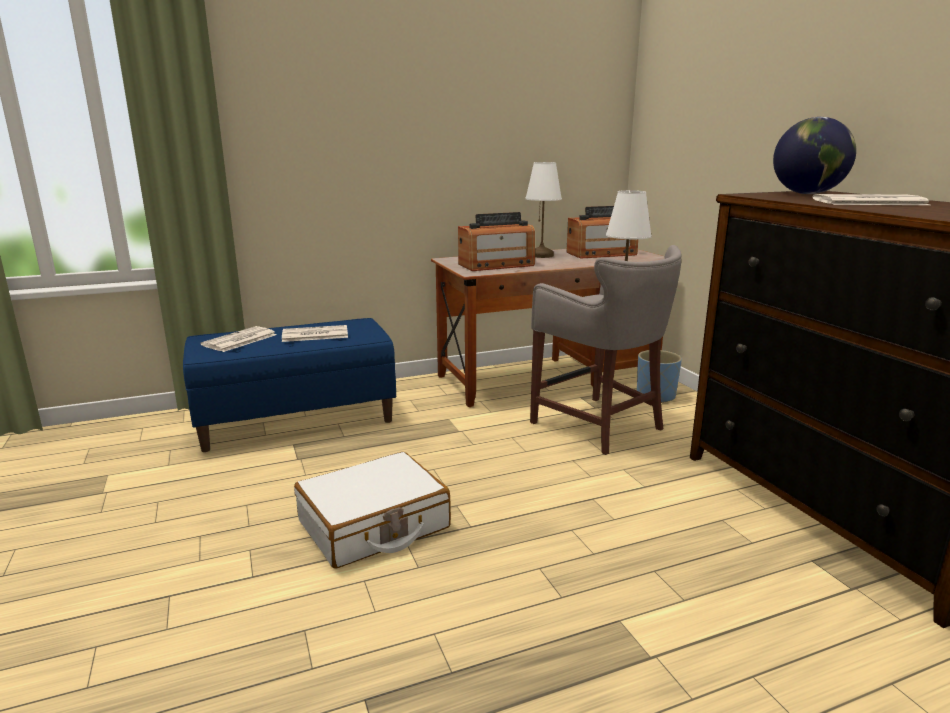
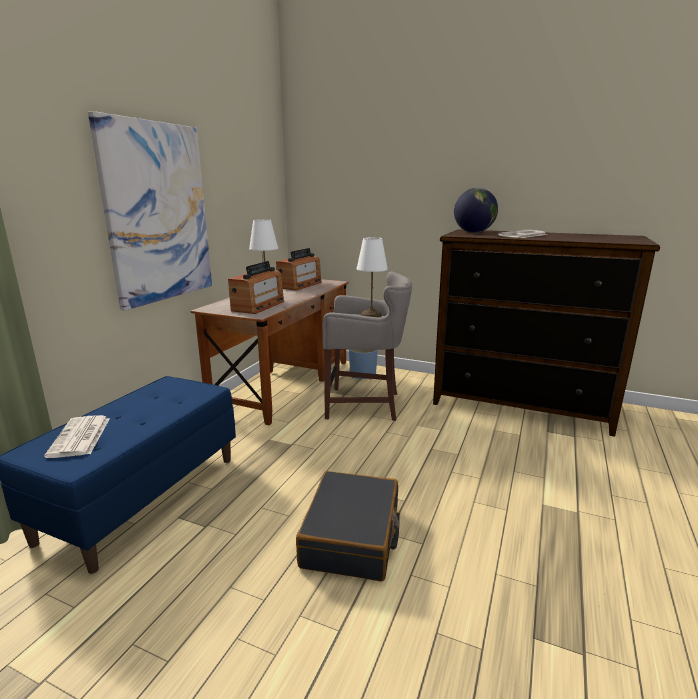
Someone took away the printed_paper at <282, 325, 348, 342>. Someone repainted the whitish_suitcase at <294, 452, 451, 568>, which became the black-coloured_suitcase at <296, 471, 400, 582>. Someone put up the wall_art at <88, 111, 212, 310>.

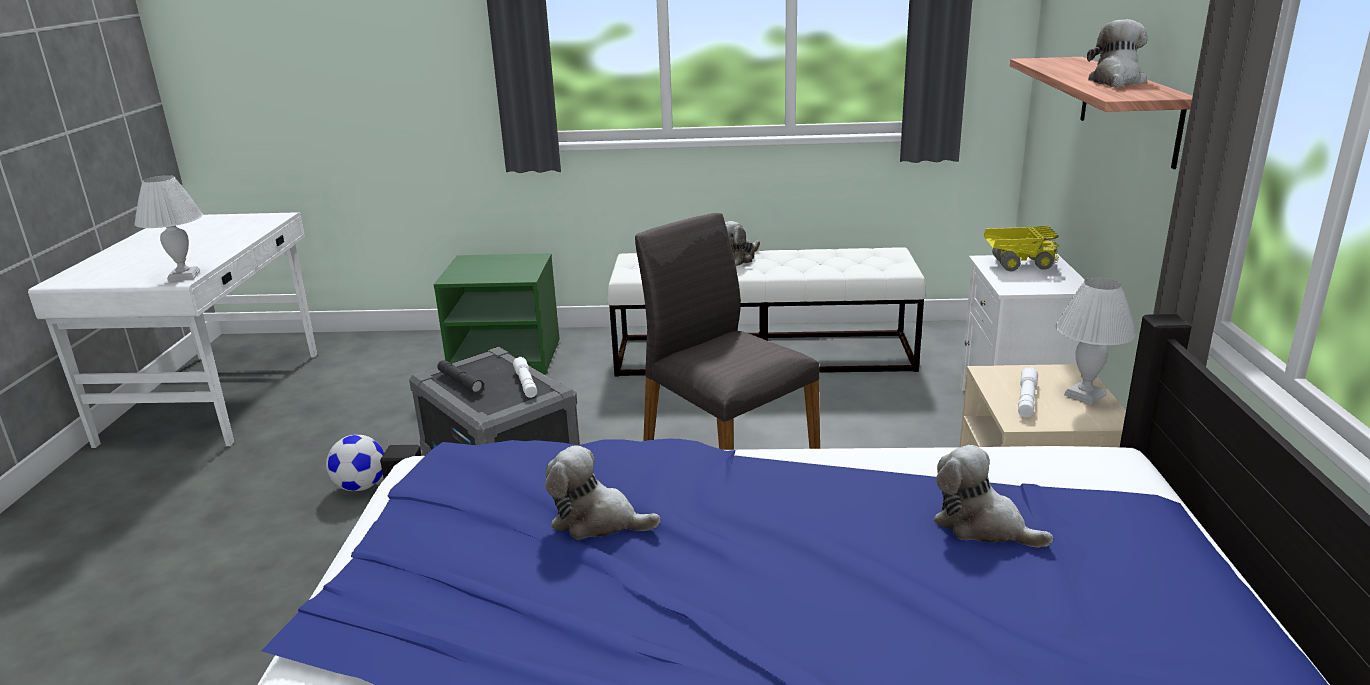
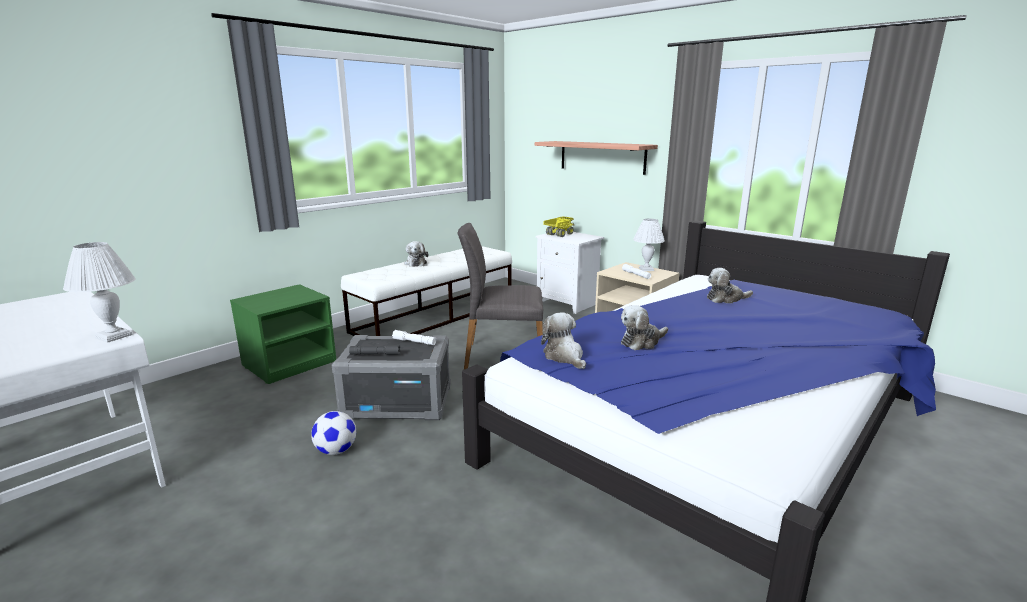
Someone carried the plush_toy from <1087, 19, 1148, 88> to <541, 312, 586, 369>.

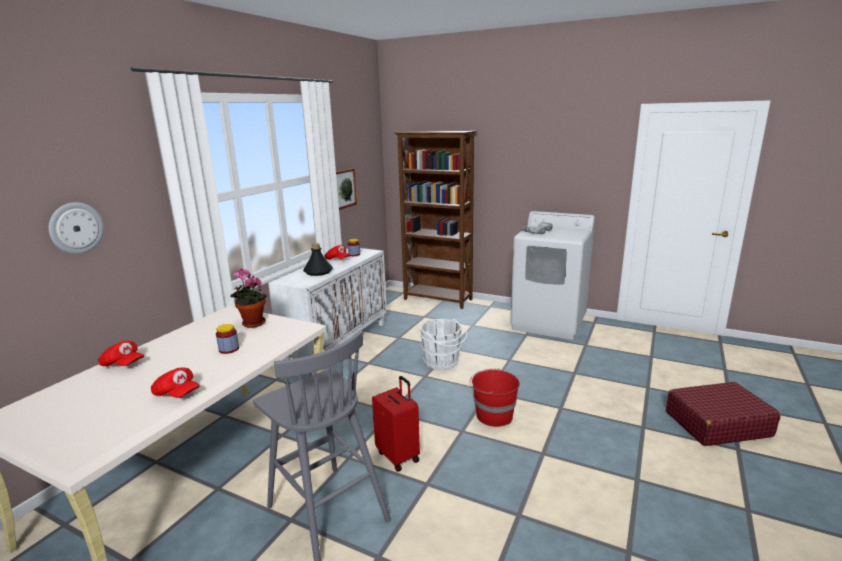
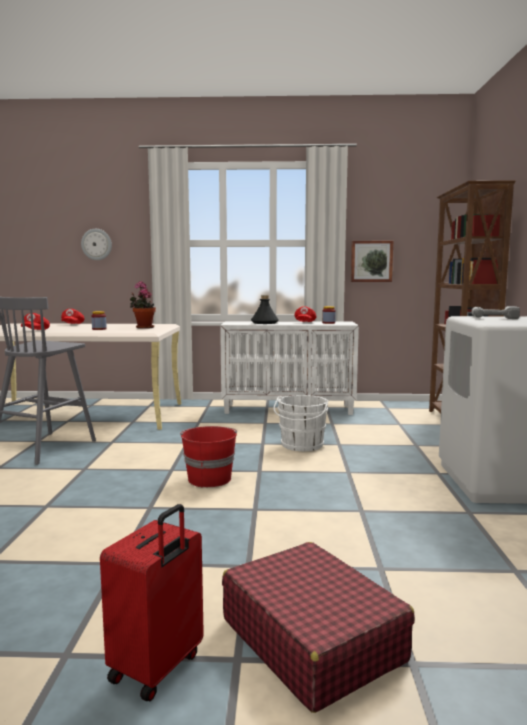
Someone carried the red_suitcase from <372, 376, 420, 472> to <100, 504, 204, 702>.

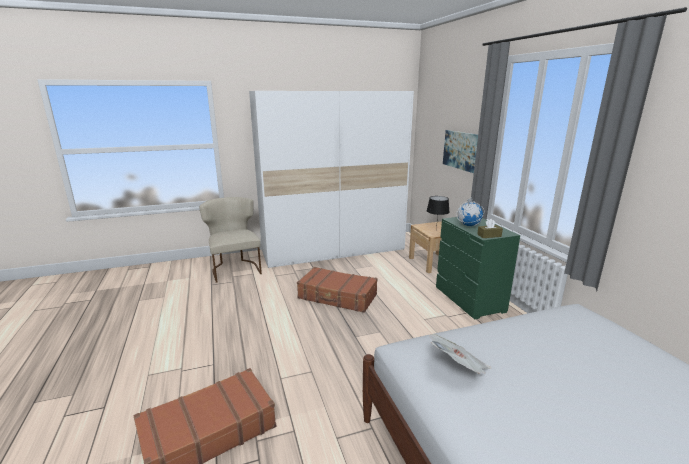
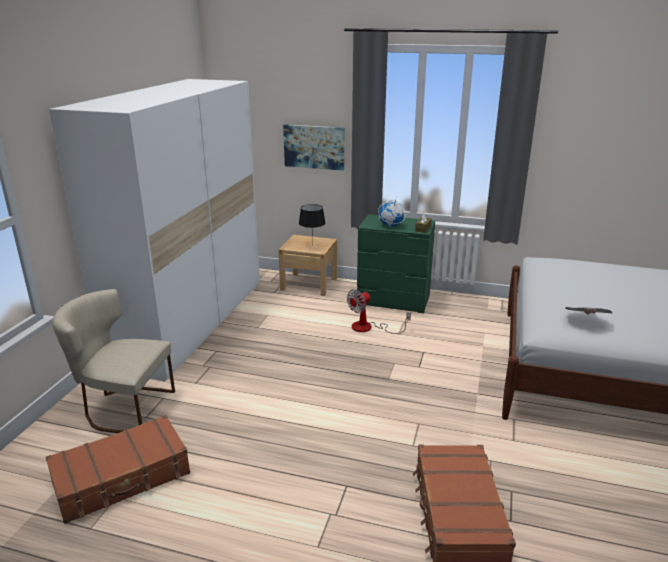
Someone carried the brown_suitcase from <297, 267, 378, 313> to <46, 415, 190, 524>. Someone put down the cooling_fan at <347, 289, 411, 334>.

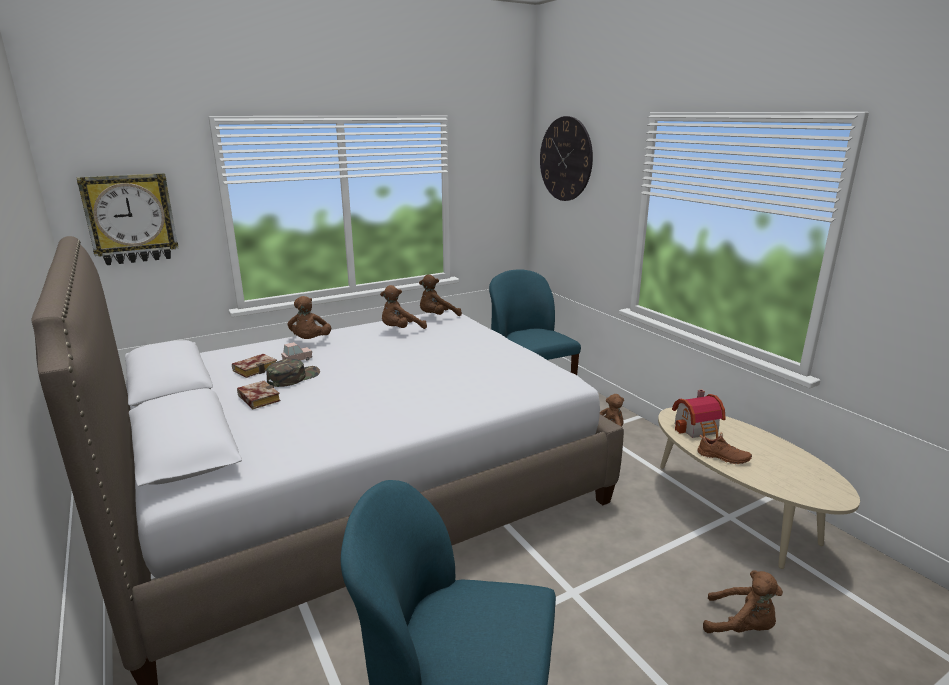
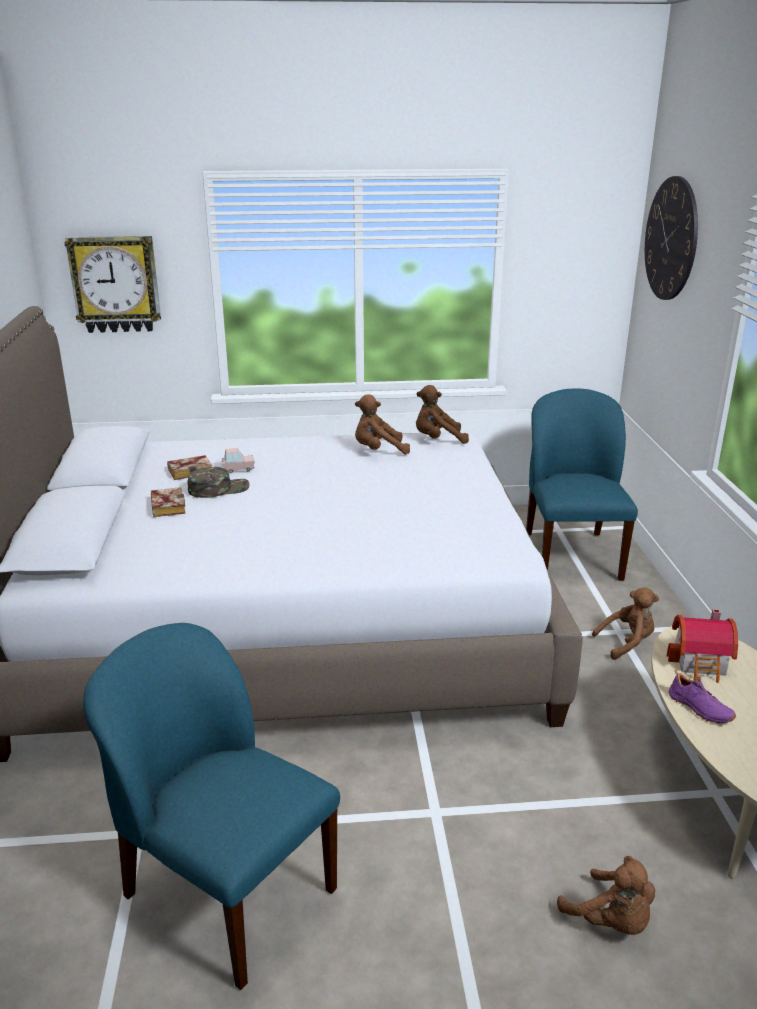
Someone took away the brown_plush_toy at <287, 296, 331, 339>. Someone repainted the brown_shoe at <697, 433, 752, 464>, which became the purplish_shoe at <668, 670, 736, 724>.

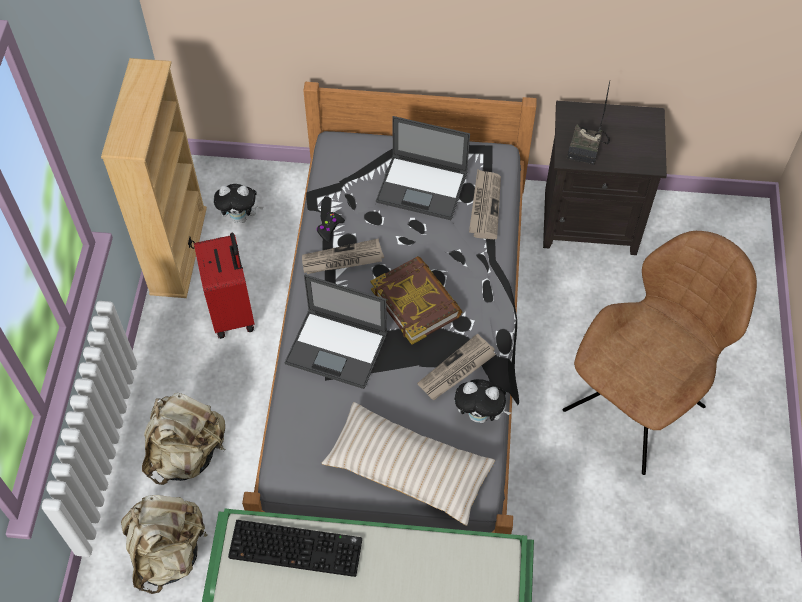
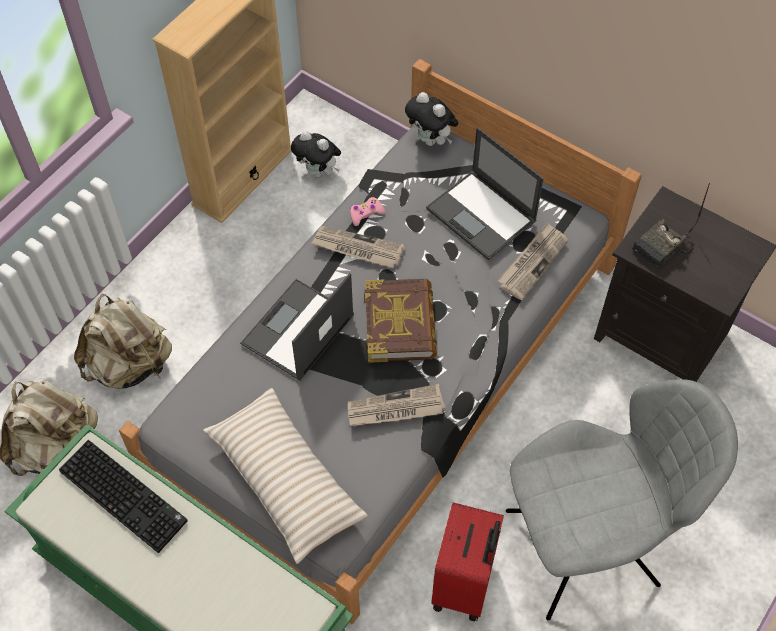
Someone carried the red_suitcase from <194, 233, 255, 339> to <431, 502, 504, 621>. Someone rotated the notebook_computer at <285, 275, 387, 389> by 75 degrees clockwise. Someone repainted the black-coloured_gamepad at <316, 212, 345, 242>, which became the pink-coloured_gamepad at <350, 197, 385, 226>. Someone carried the plush_toy from <455, 379, 511, 423> to <405, 92, 459, 146>. Someone repainted the brown_plain_chair at <562, 231, 757, 475>, which became the gray_plain_chair at <506, 379, 738, 621>.

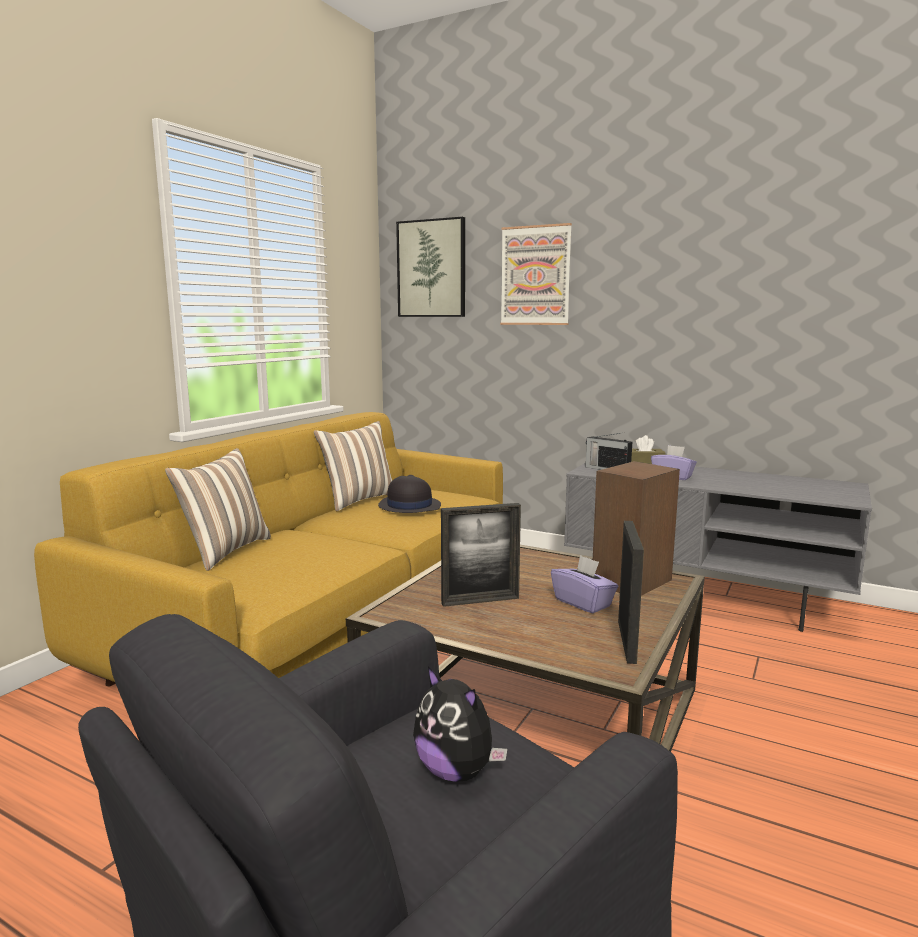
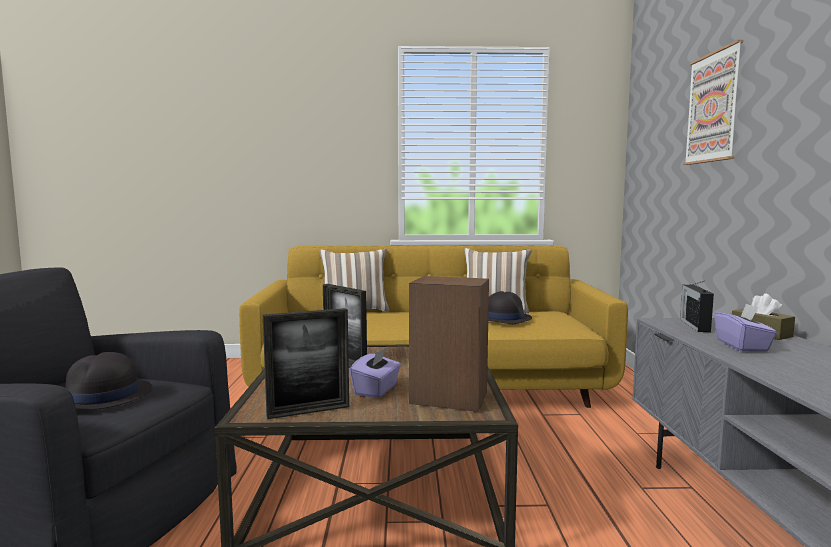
Someone took away the wall_art at <396, 217, 465, 317>. Someone swapped the plush_toy at <413, 666, 507, 782> for the black-coloured_hat at <66, 352, 152, 410>.

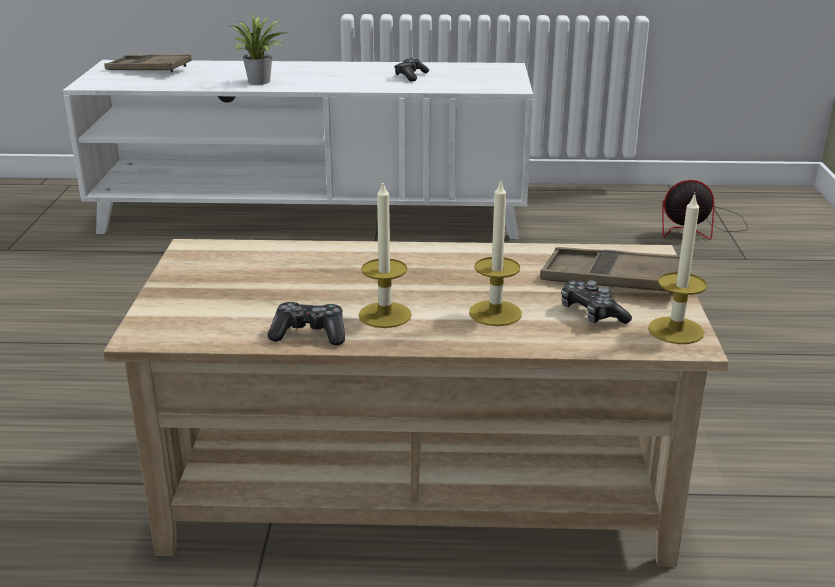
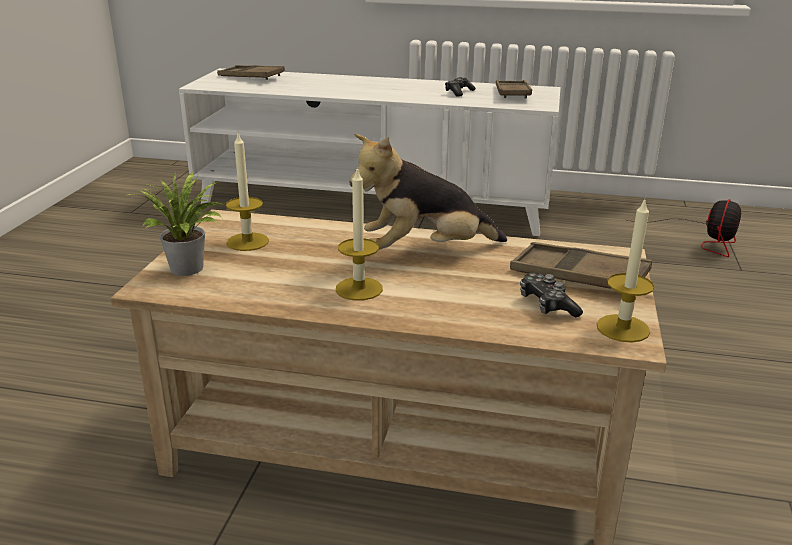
Someone carried the houseplant from <232, 14, 289, 85> to <124, 172, 224, 276>. Someone took away the gamepad at <268, 302, 345, 345>. Someone carried the wax_light from <469, 181, 522, 326> to <226, 134, 269, 251>. Someone rotated the cooling_fan at <662, 180, 748, 240> by 75 degrees counterclockwise. Someone put down the plush_toy at <349, 134, 507, 250>. Someone put down the brown_carrying_tray at <496, 80, 532, 98>.

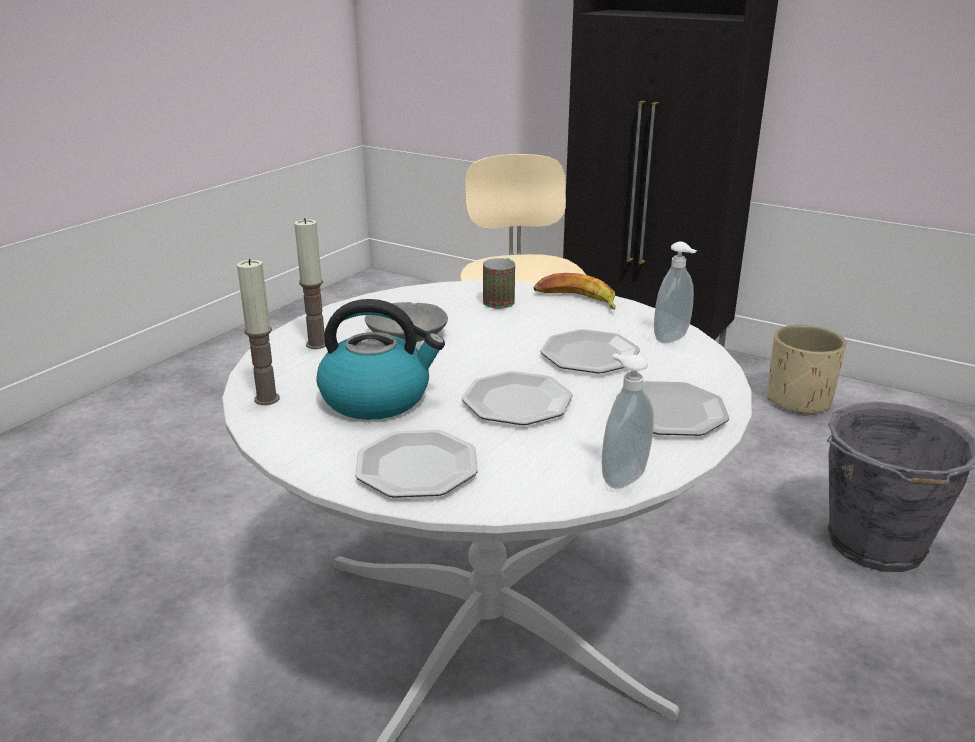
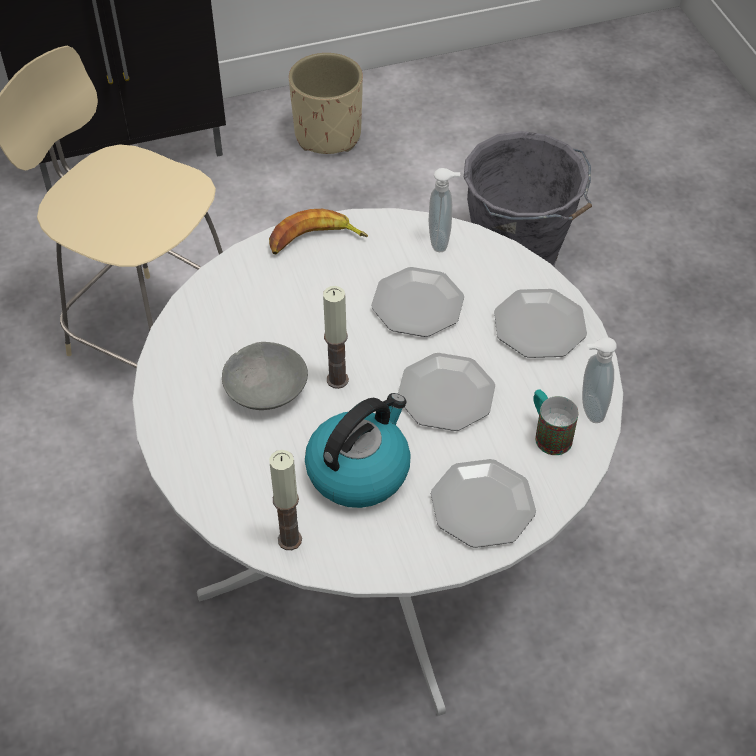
Someone carried the wax_light from <294, 218, 326, 349> to <323, 286, 349, 389>. Someone carried the tea_mug from <483, 258, 515, 309> to <533, 389, 578, 455>.

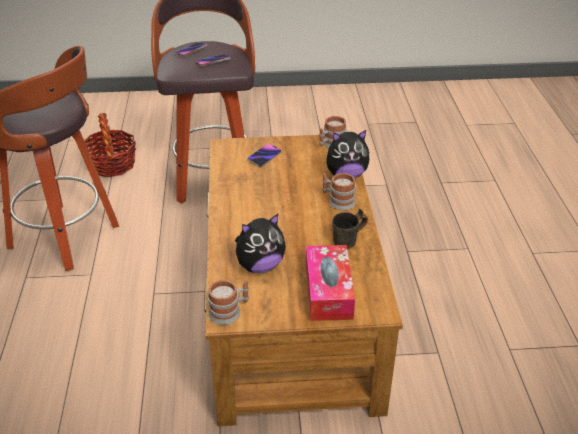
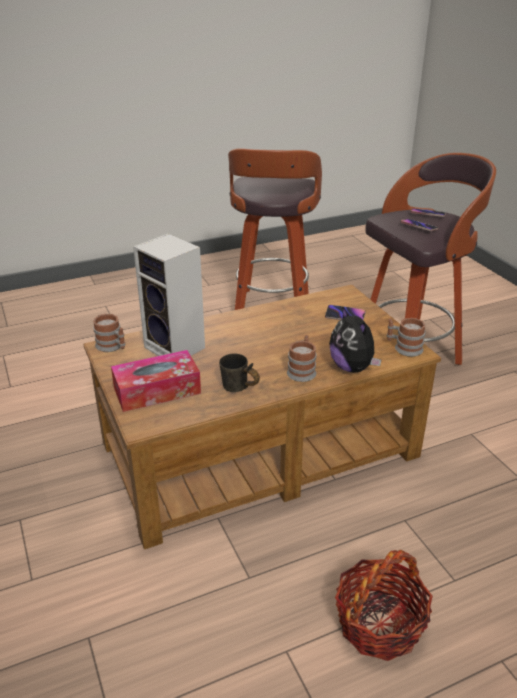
Someone carried the storage_basket from <84, 113, 136, 177> to <335, 550, 433, 661>. Someone swapped the plush_toy at <235, 214, 286, 273> for the speaker at <133, 233, 205, 356>.

